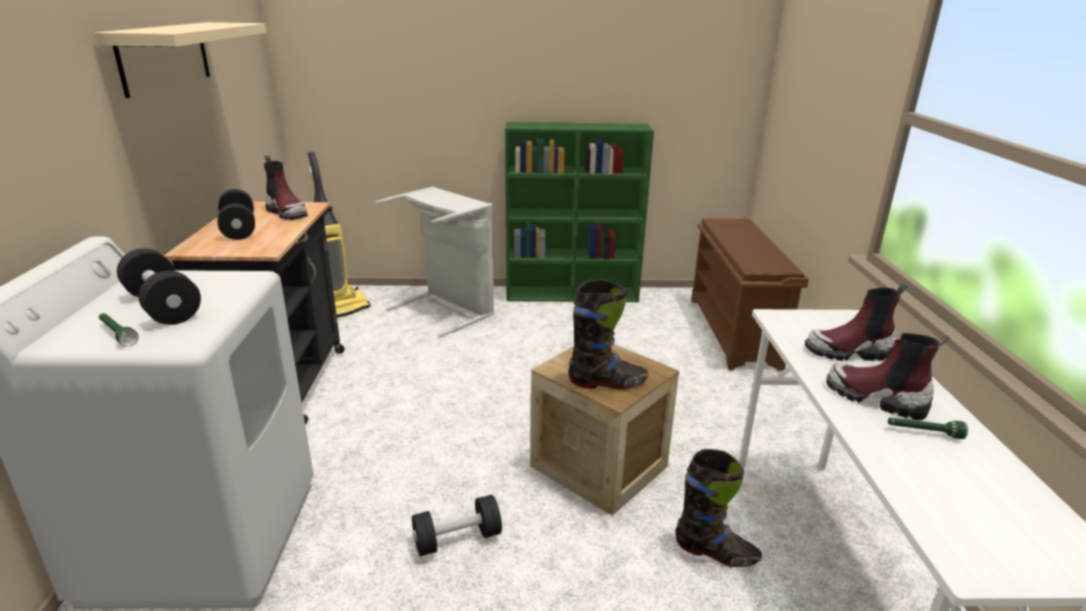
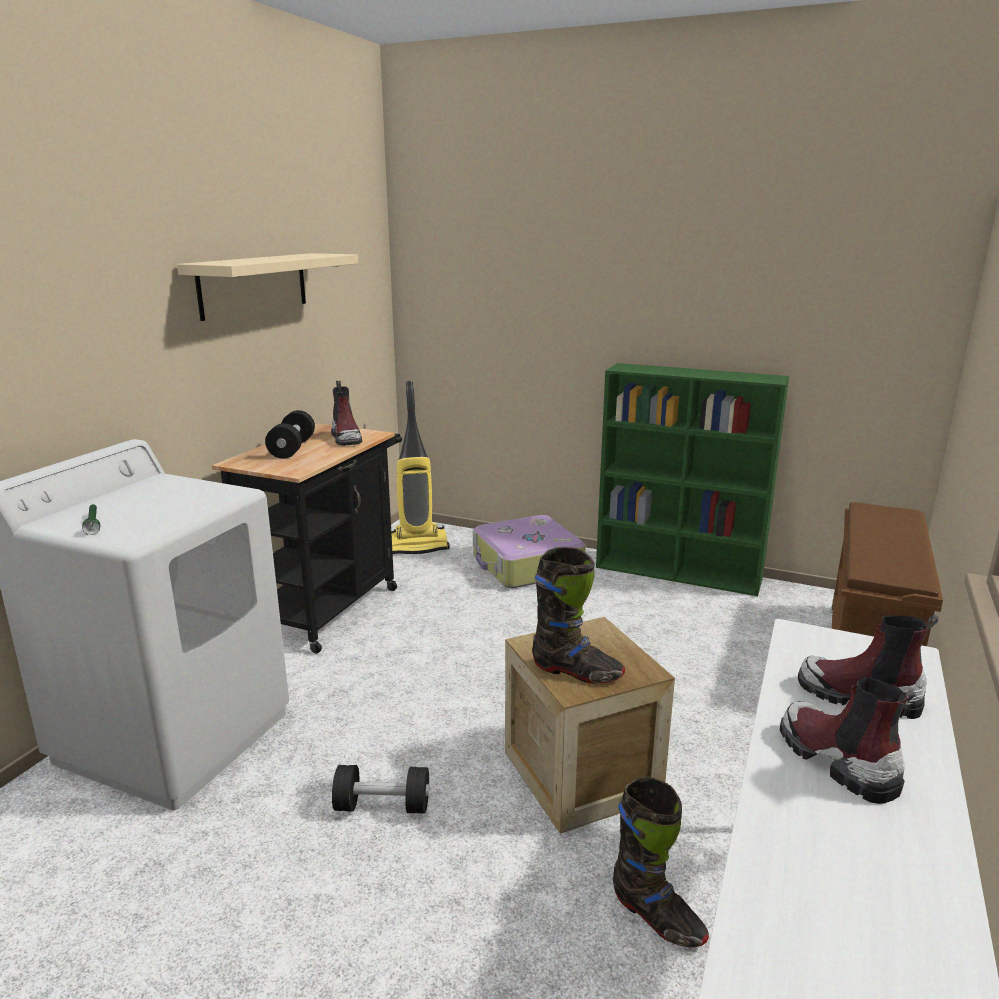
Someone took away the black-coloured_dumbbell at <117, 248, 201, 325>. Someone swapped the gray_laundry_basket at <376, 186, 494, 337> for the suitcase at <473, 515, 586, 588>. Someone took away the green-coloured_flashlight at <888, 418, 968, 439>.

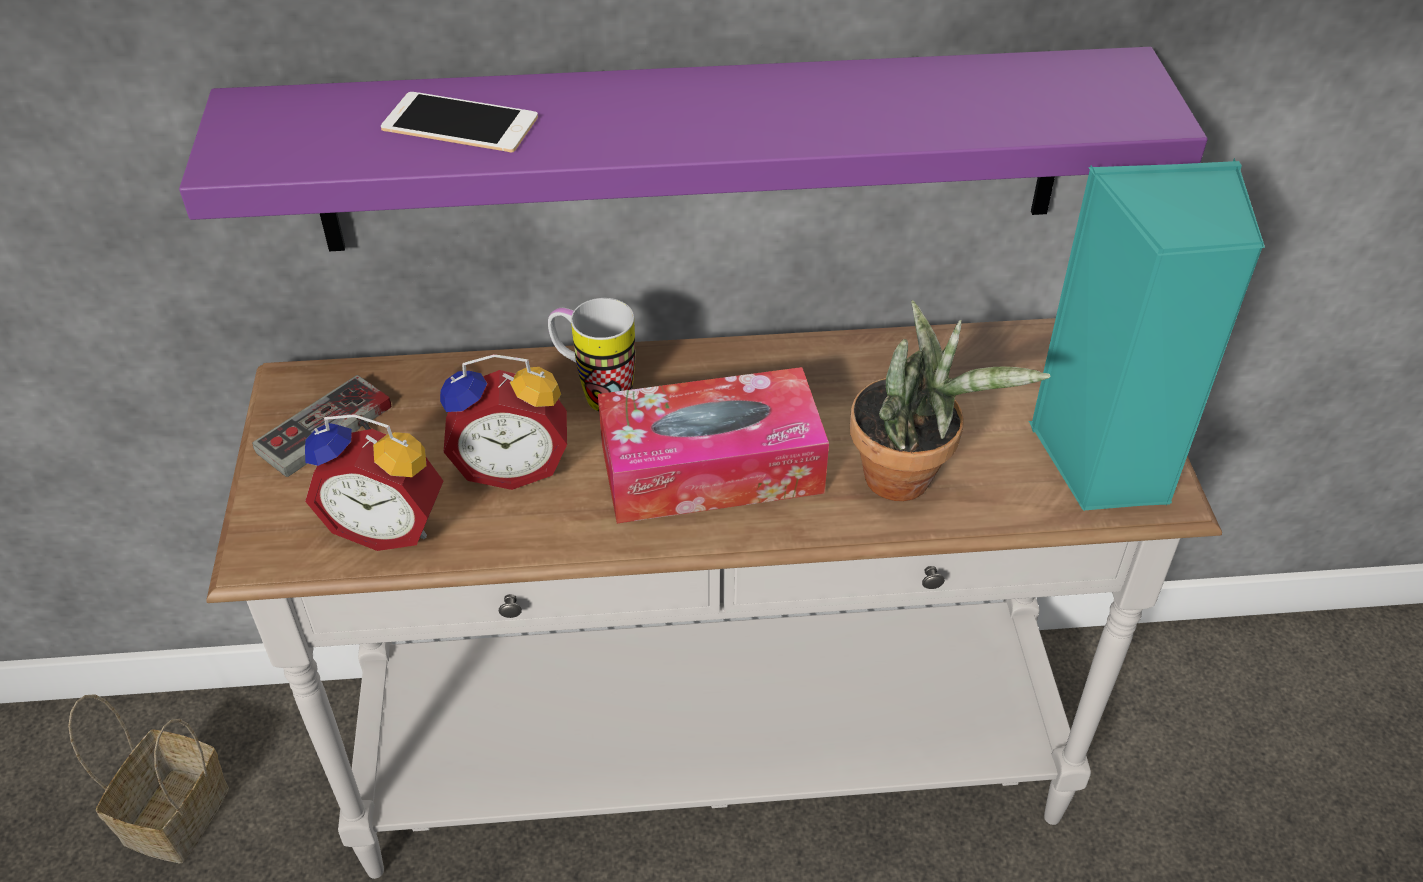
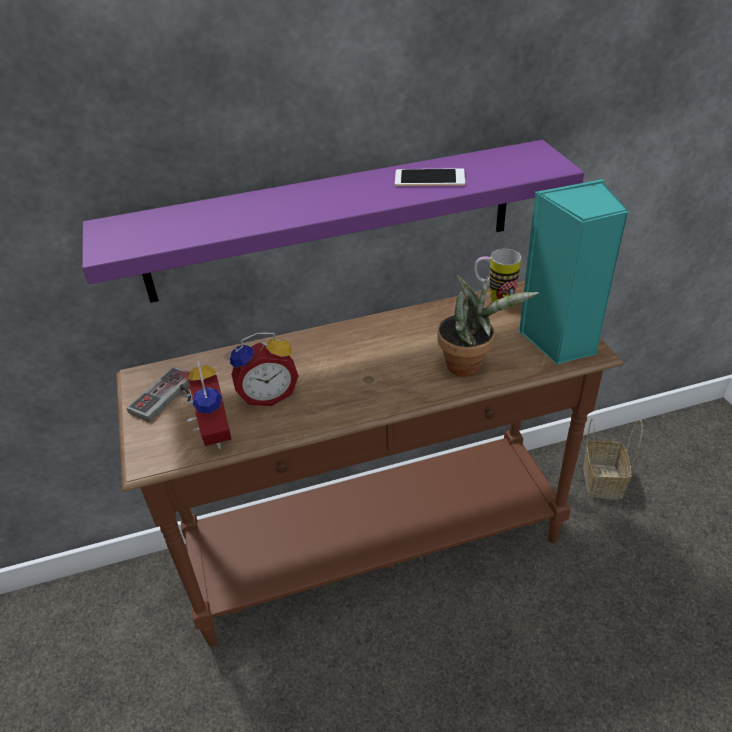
Someone carried the storage_basket from <68, 694, 229, 863> to <583, 418, 643, 499>. Someone repainted the whitish_hall_table at <206, 318, 1222, 879>, which became the brown_hall_table at <116, 281, 624, 647>. Someone rotated the bedside_clock at <305, 414, 443, 551> by 105 degrees counterclockwise. Someone carried the telephone from <381, 92, 538, 153> to <395, 168, 465, 186>. Someone carried the tea_mug from <548, 298, 635, 412> to <475, 249, 521, 302>. Someone took away the box_of_tissues at <598, 367, 829, 523>.

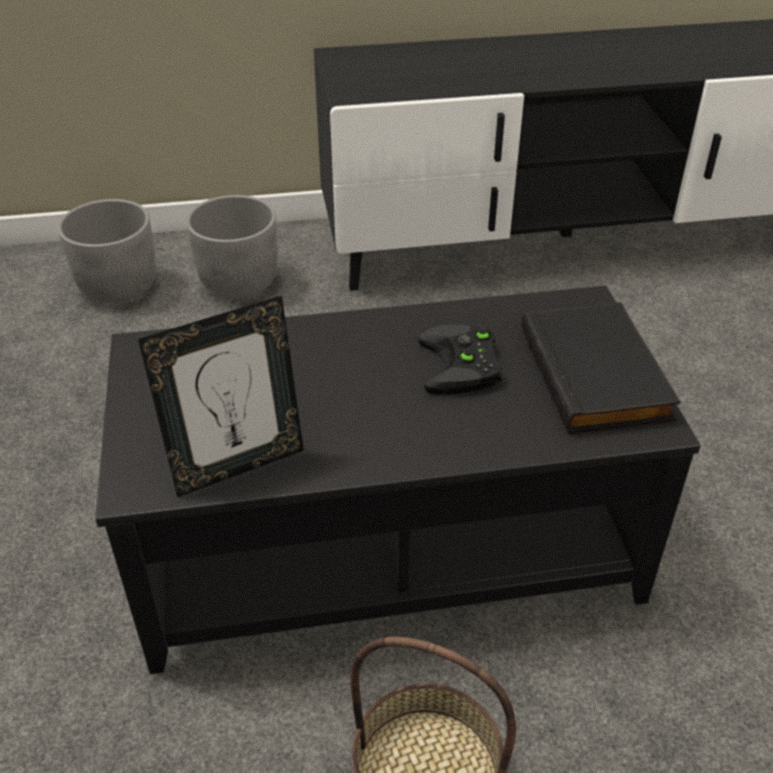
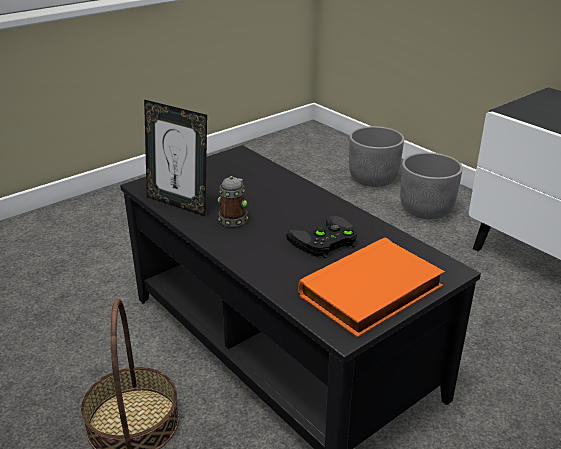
Someone repainted the black-coloured_bound_book at <521, 302, 680, 434>, which became the orangey_bound_book at <298, 237, 445, 338>. Someone put down the tea_mug at <218, 176, 248, 227>.

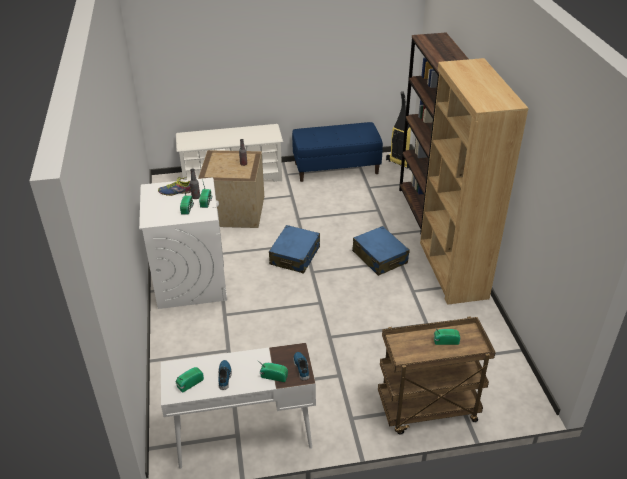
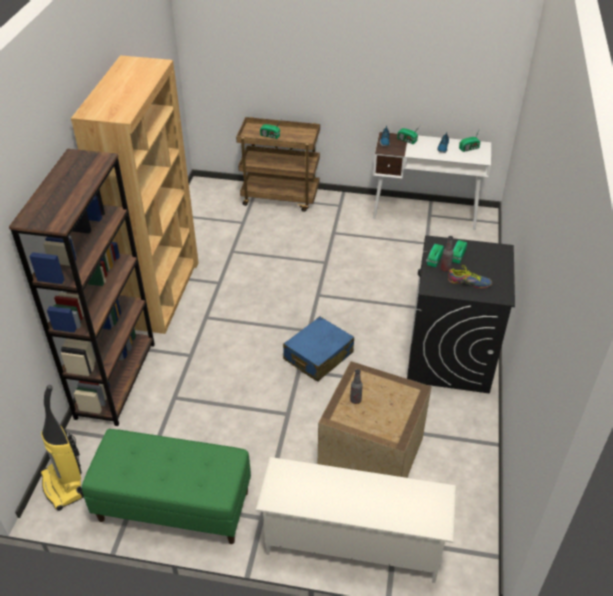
Someone repainted the whitish_laundry_appliance at <139, 178, 227, 309>, which became the black-coloured_laundry_appliance at <407, 235, 515, 394>. Someone repainted the bluish_long_seat at <292, 122, 383, 182>, which became the green-coloured_long_seat at <82, 429, 251, 544>. Someone took away the bluish_suitcase at <352, 226, 410, 276>.

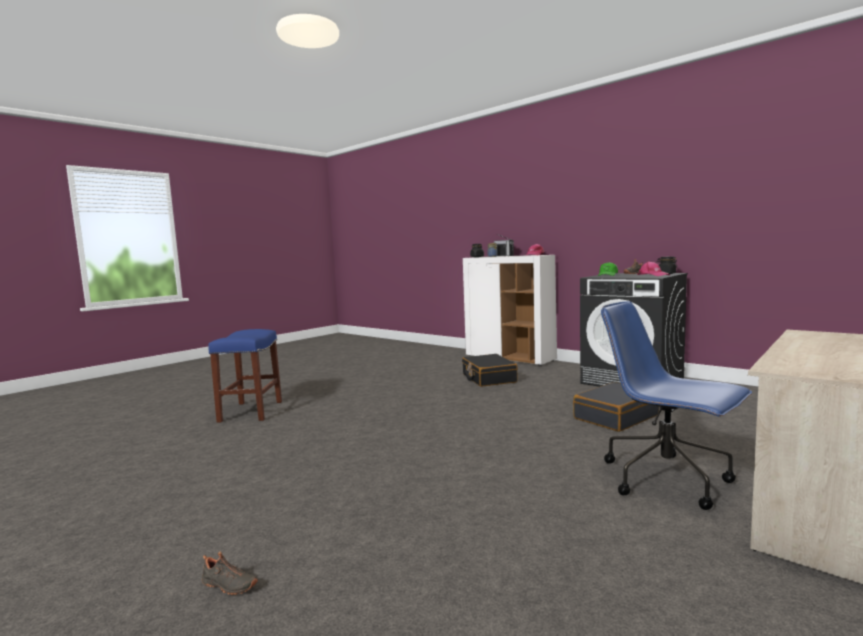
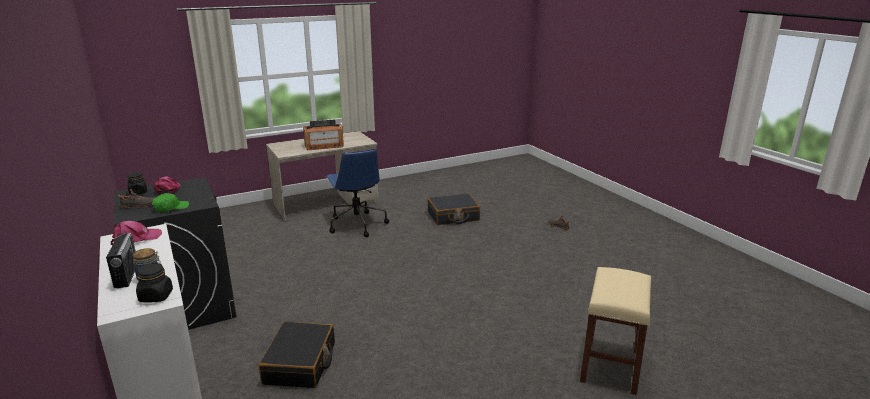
Someone repainted the bluish_stool_seat at <208, 329, 282, 423>, which became the beige_stool_seat at <580, 267, 651, 395>. Someone carried the black-coloured_suitcase from <573, 382, 659, 432> to <427, 193, 480, 225>. Someone put down the radio at <303, 119, 344, 150>.

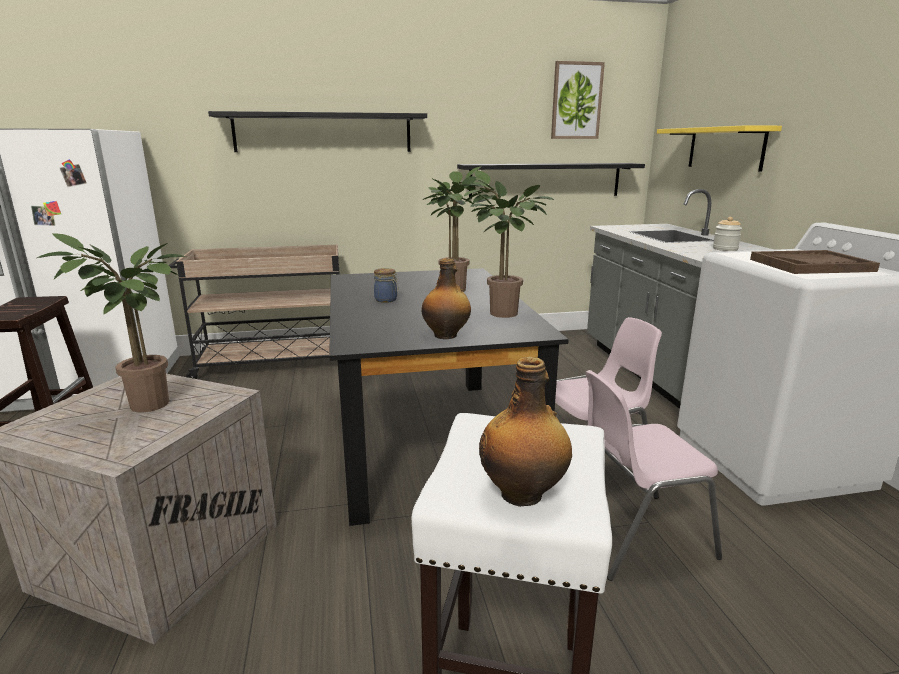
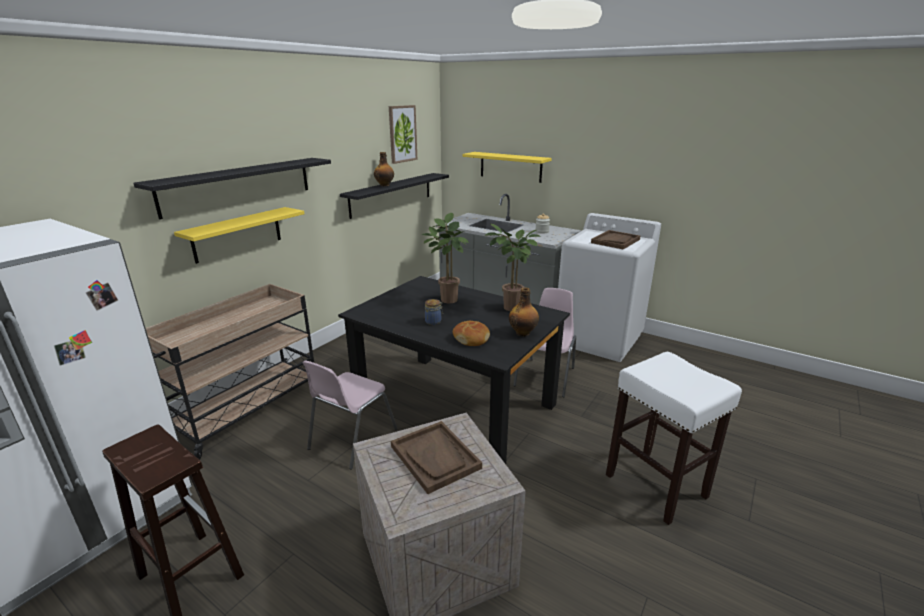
Someone swapped the houseplant at <37, 233, 186, 413> for the brown_carrying_tray at <391, 421, 482, 494>. Someone carried the bottle from <479, 357, 572, 507> to <374, 152, 394, 186>. Someone carried the pink-coloured_plain_chair from <585, 370, 722, 581> to <303, 360, 398, 469>. Someone put up the yellowish_bracket_shelf at <174, 207, 304, 264>. Someone put down the bread at <453, 321, 490, 346>.

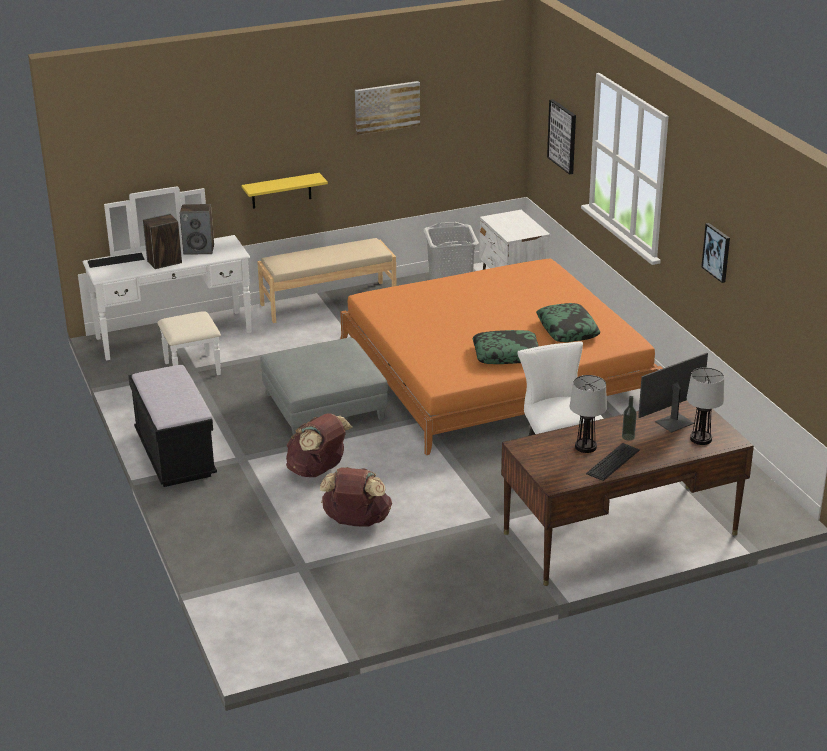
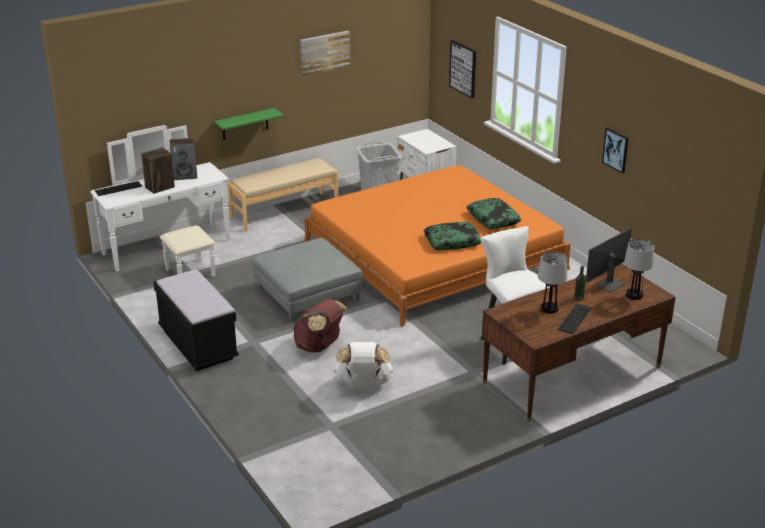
Someone repainted the yellowish_bracket_shelf at <242, 173, 328, 209>, which became the green-coloured_bracket_shelf at <214, 108, 283, 140>. Someone repainted the brown_rucksack at <320, 467, 392, 527>, which became the whitish_rucksack at <335, 341, 393, 389>.

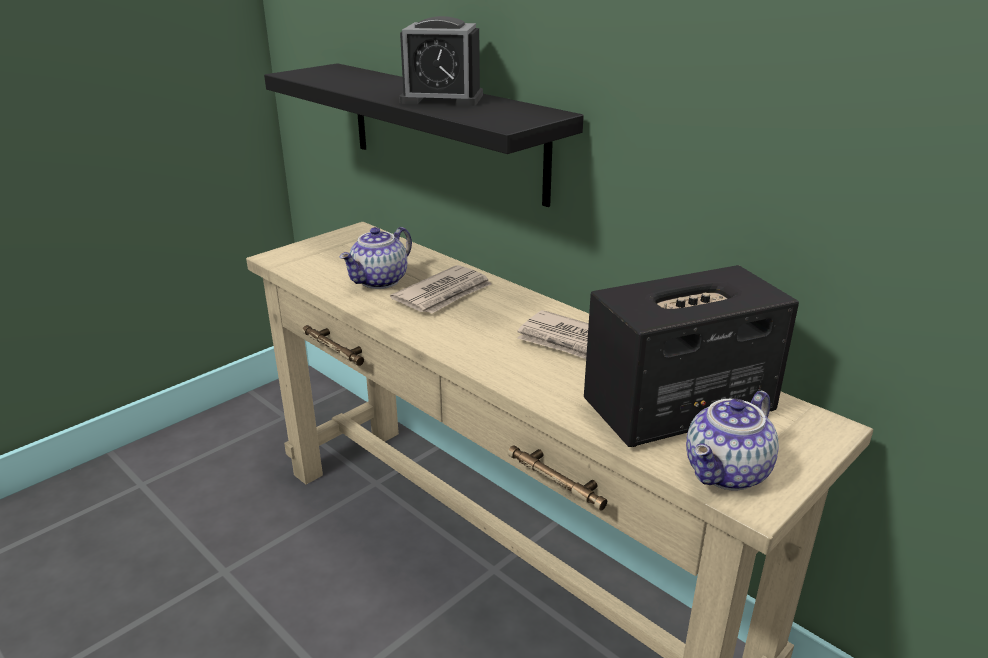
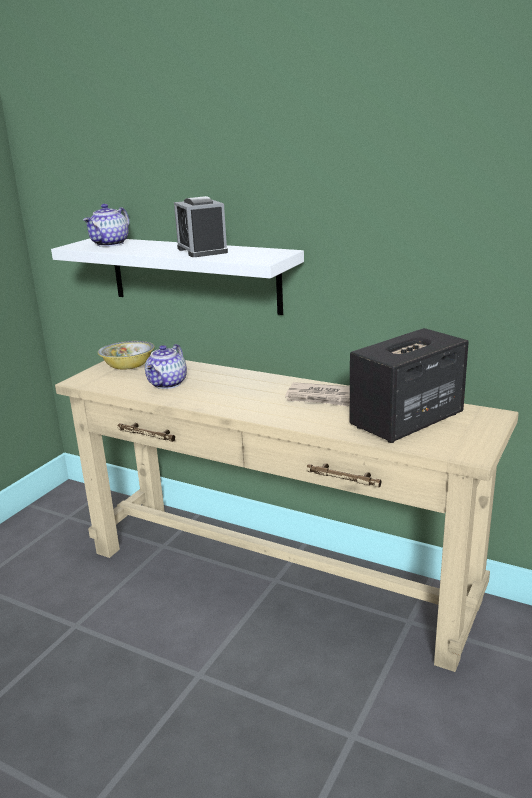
Someone repainted the black-coloured_bracket_shelf at <264, 63, 584, 207>, which became the whitish_bracket_shelf at <51, 238, 304, 315>. Someone took away the printed_paper at <390, 265, 491, 314>. Someone rotated the bedside_clock at <399, 16, 483, 106> by 75 degrees clockwise. Someone carried the teapot from <686, 390, 779, 491> to <83, 204, 129, 247>. Someone put down the bowl at <98, 341, 155, 370>.

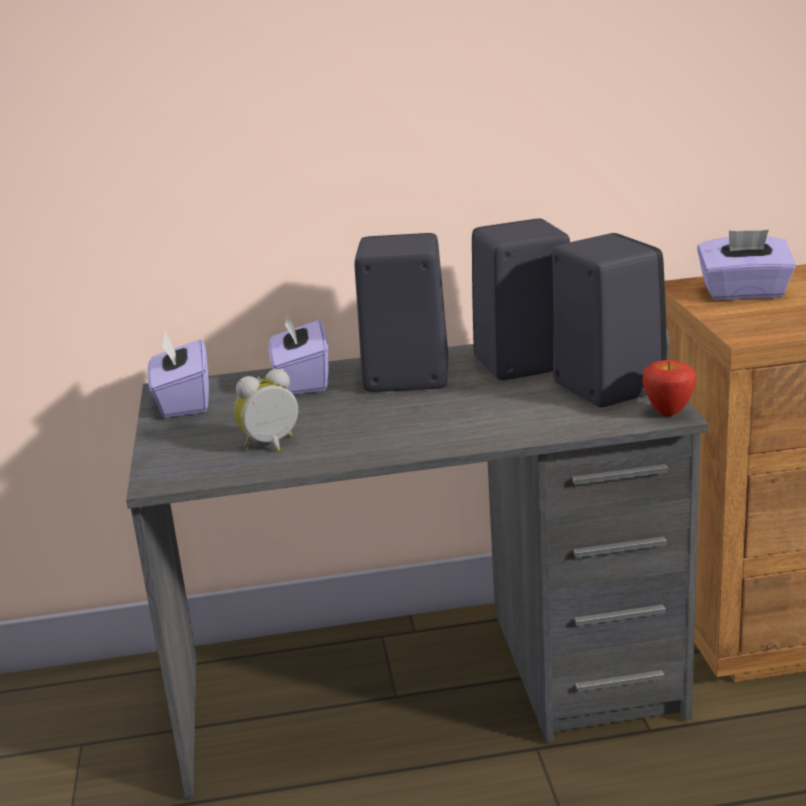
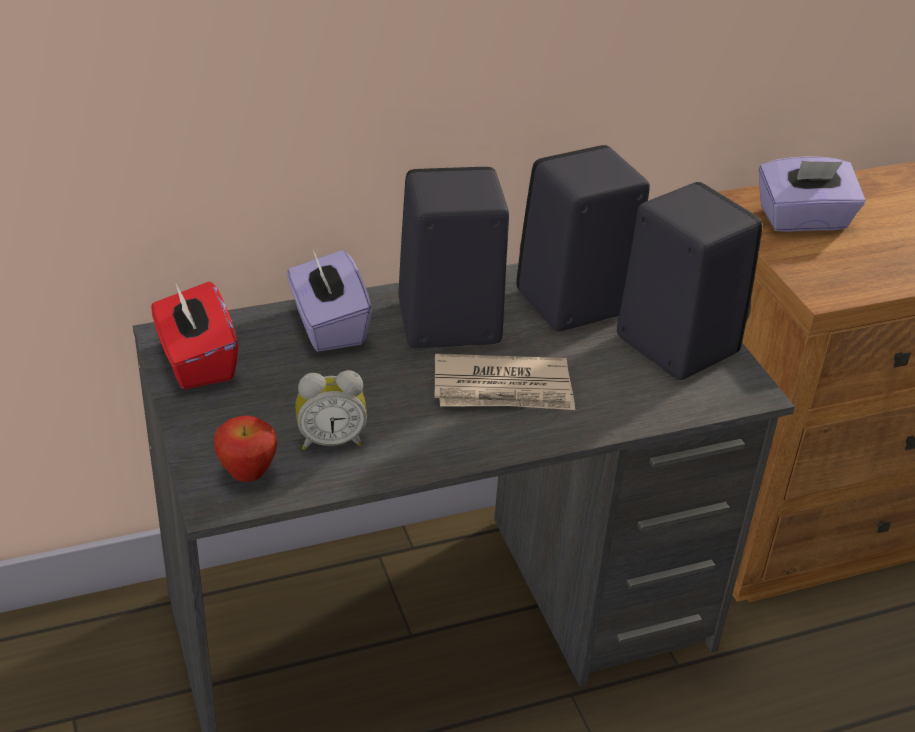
Someone repainted the purplish_box_of_tissues at <147, 332, 209, 418>, which became the red_box_of_tissues at <151, 282, 238, 389>. Someone rotated the bedside_clock at <234, 368, 298, 452> by 150 degrees counterclockwise. Someone carried the apple from <642, 360, 696, 417> to <214, 415, 277, 482>. Someone put down the printed_paper at <434, 354, 575, 410>.

